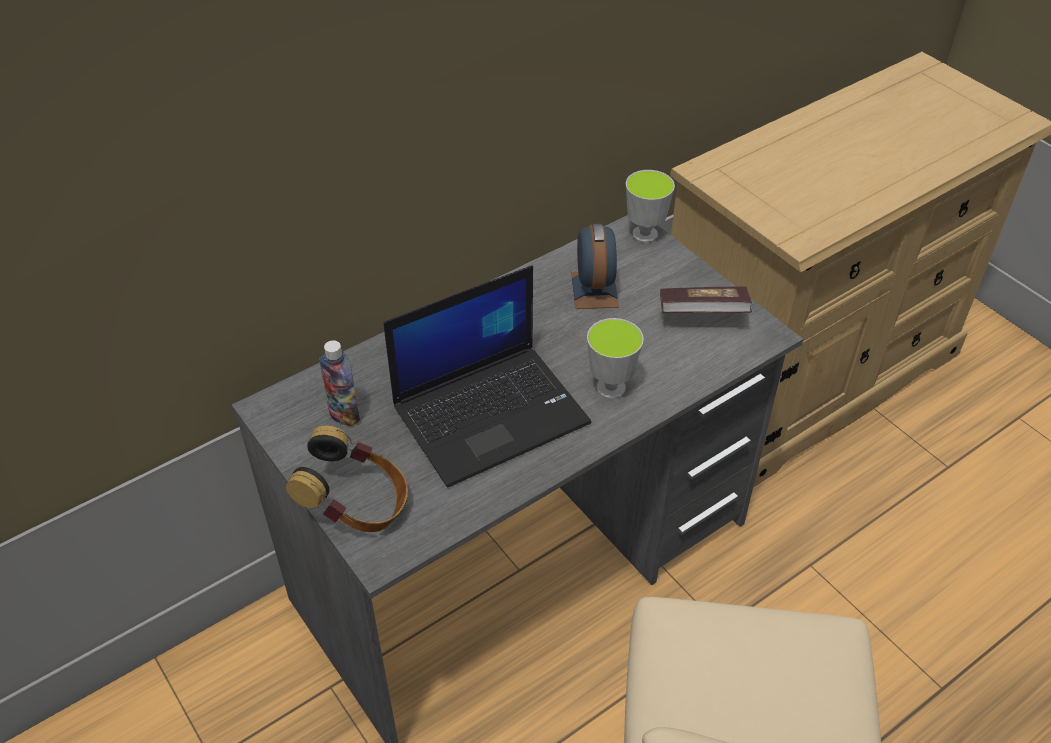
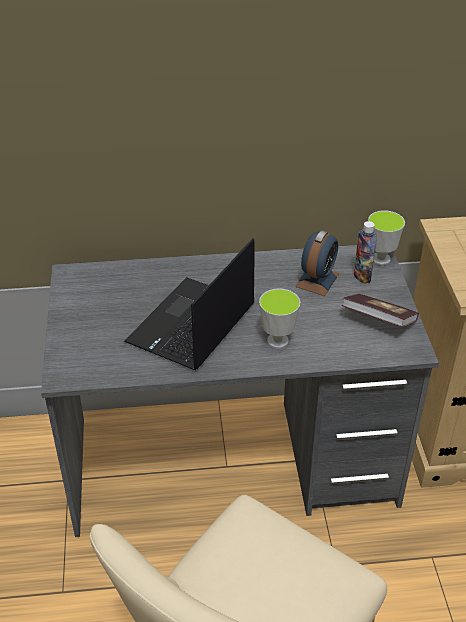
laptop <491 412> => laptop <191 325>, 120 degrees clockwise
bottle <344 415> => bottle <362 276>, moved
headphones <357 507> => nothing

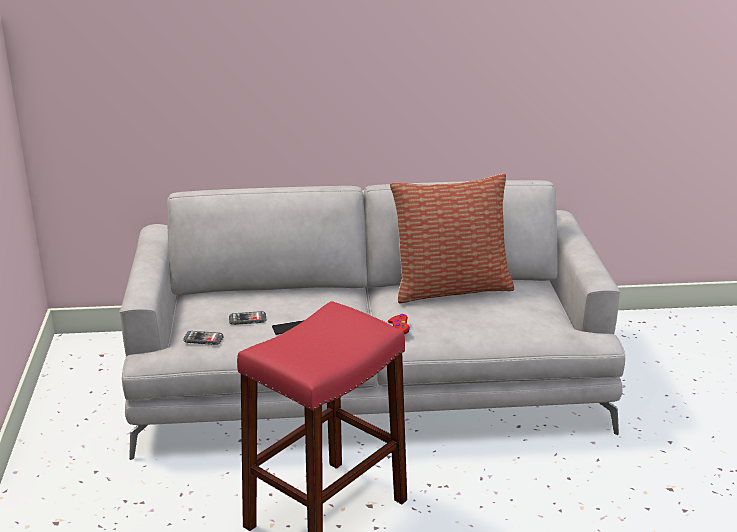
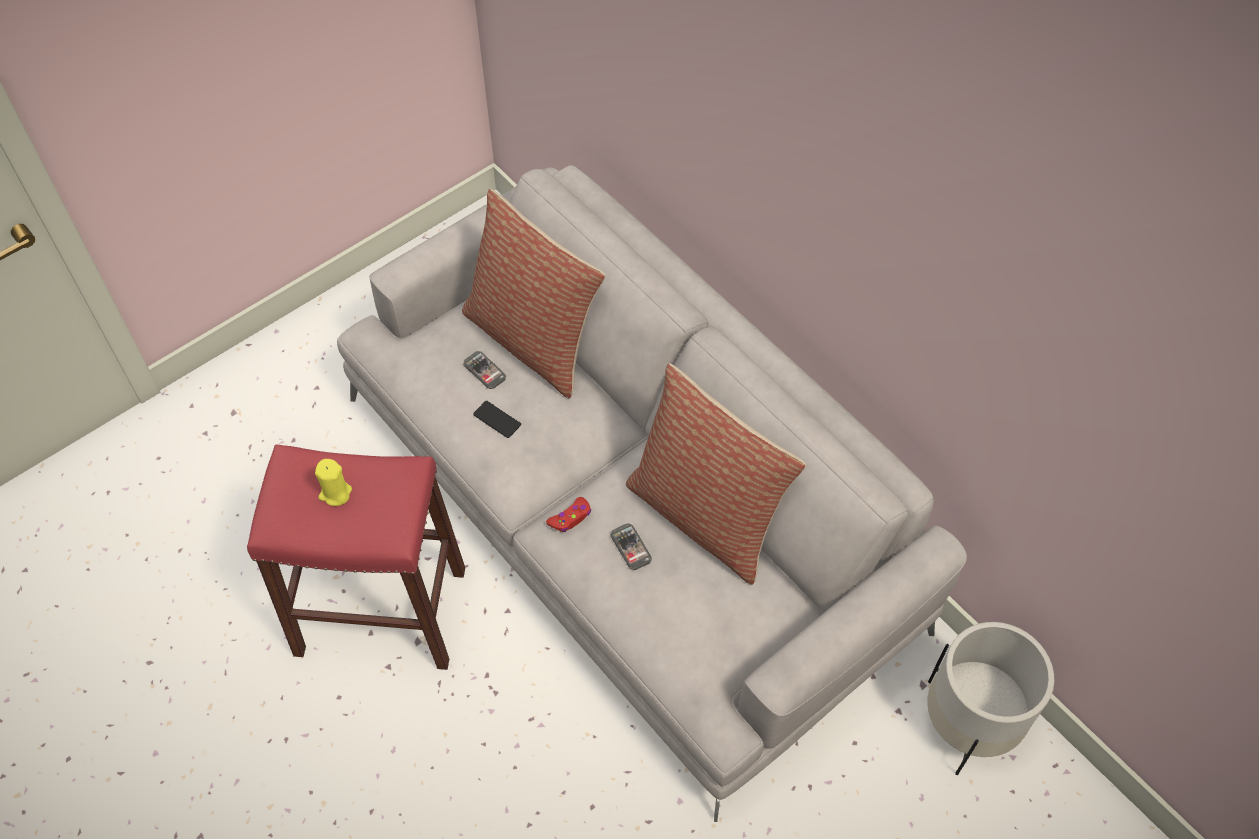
phone <203 339> => phone <631 547>, moved
nothing => pillow <533 339>
nothing => yellow_candle <335 493>
nothing => white_planter <969 722>

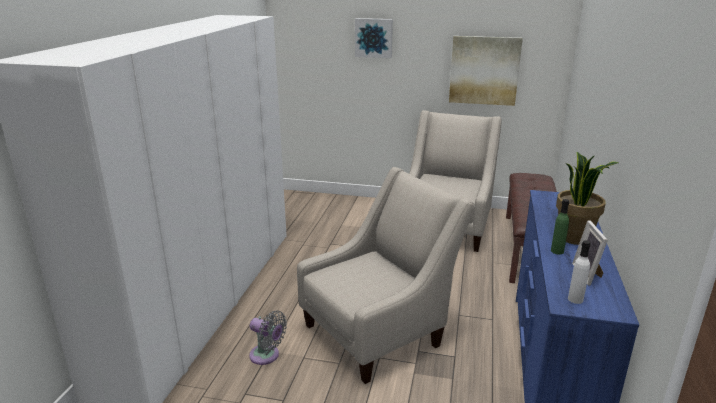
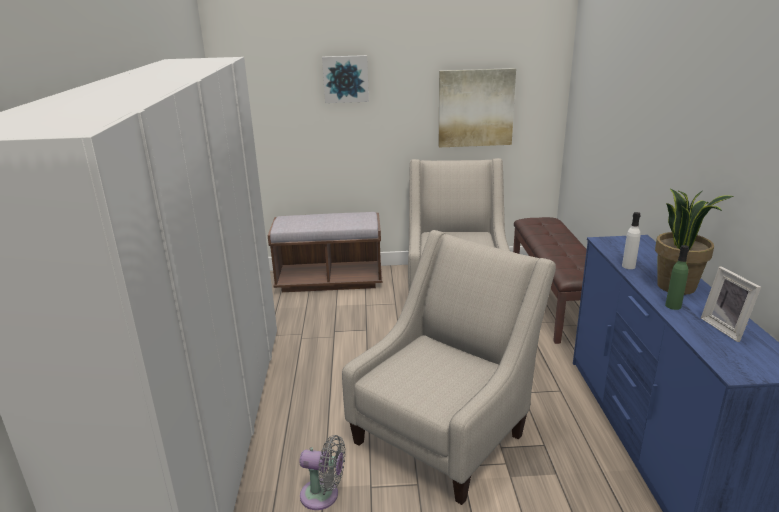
white_bottle <575 299> => white_bottle <628 266>, moved
nothing => brown_bench <329 280>

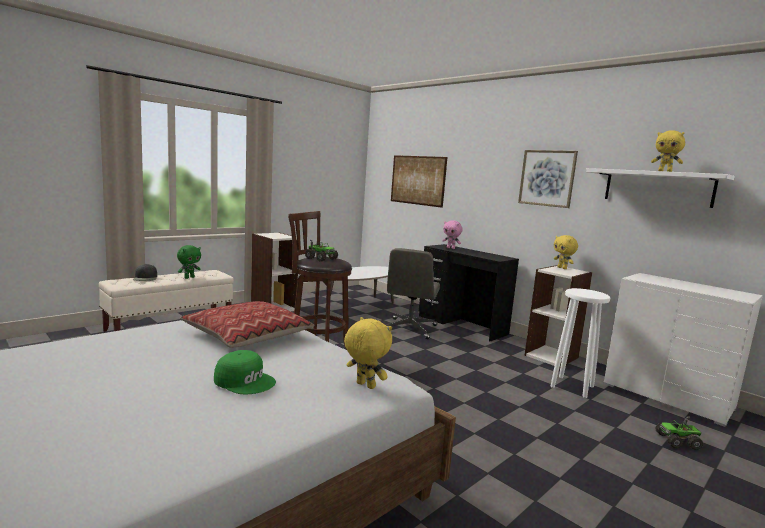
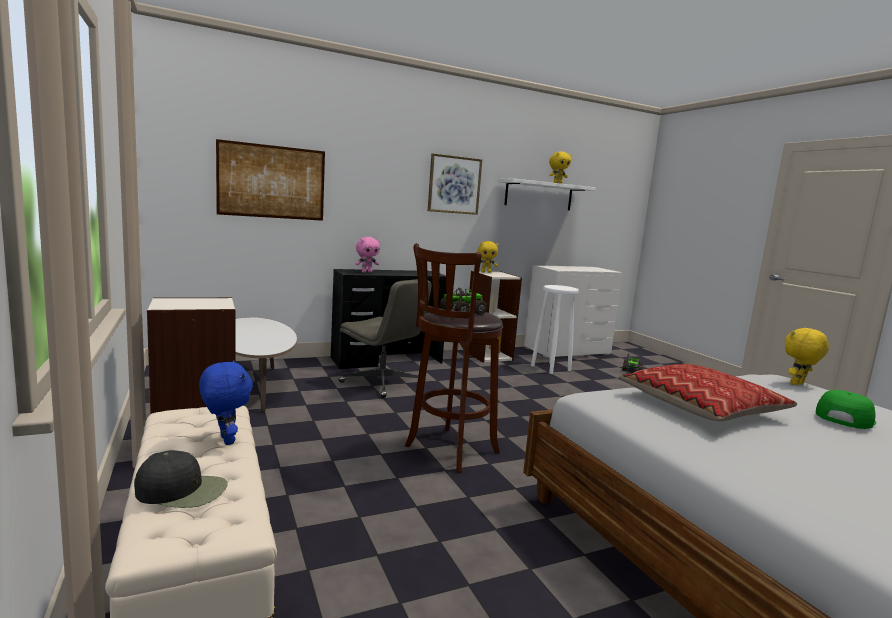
green_plush_toy <189 277> => blue_plush_toy <225 440>

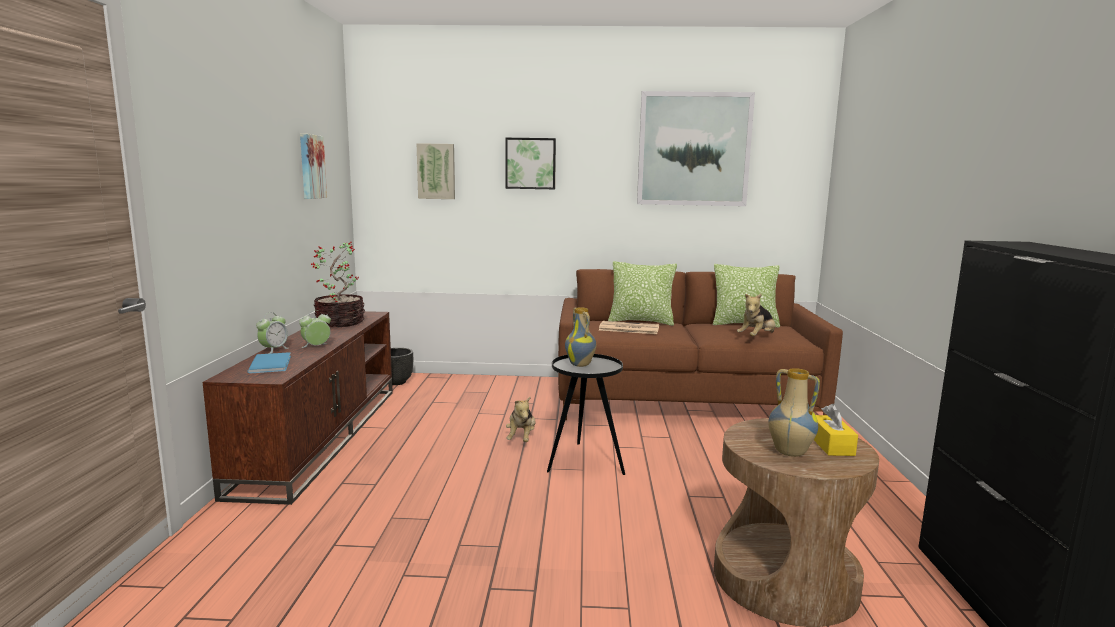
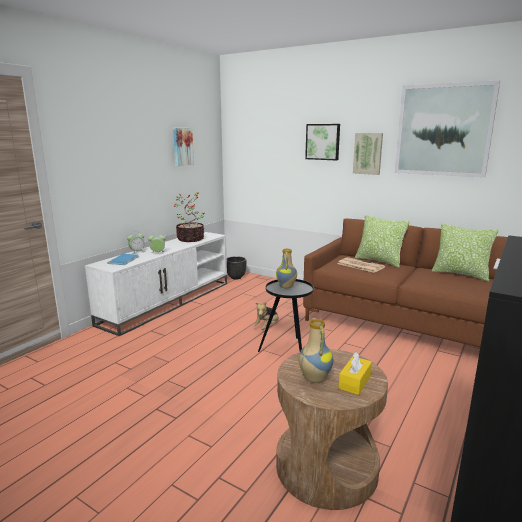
picture <436 171> => picture <368 153>, moved
plush_toy <757 337> => nothing
brown_tv_stand <321 435> => white_tv_stand <168 302>

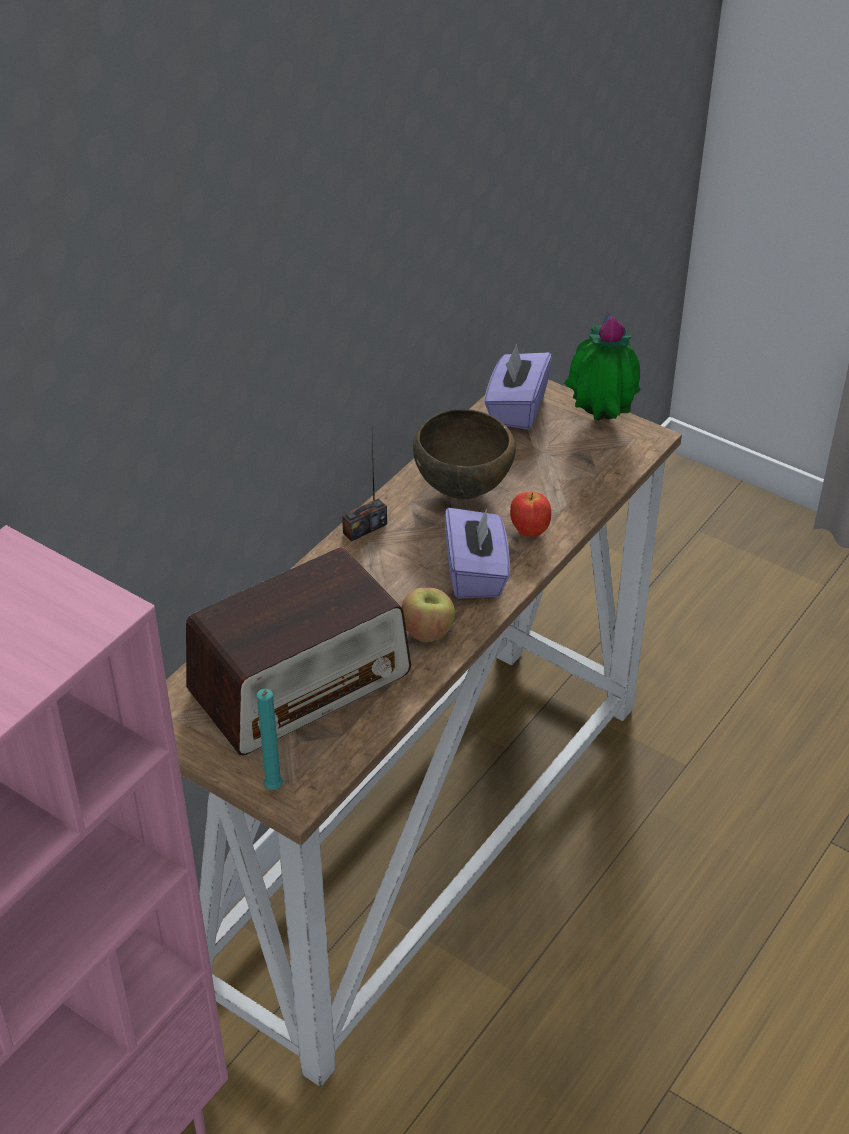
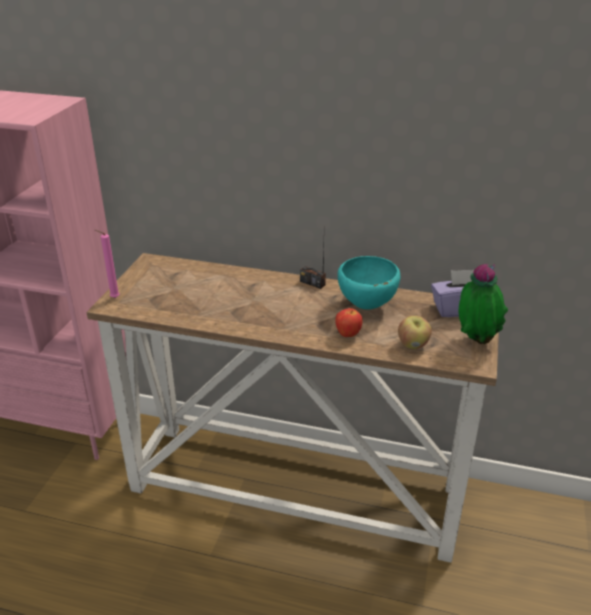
brown_bowl <464 491> => turquoise_bowl <367 306>
purple_tissue_box <476 573> => nothing
radio <301 682> => nothing
apple <428 632> => apple <413 345>, moved
turquoise_candle <273 790> => pink_candle <113 298>

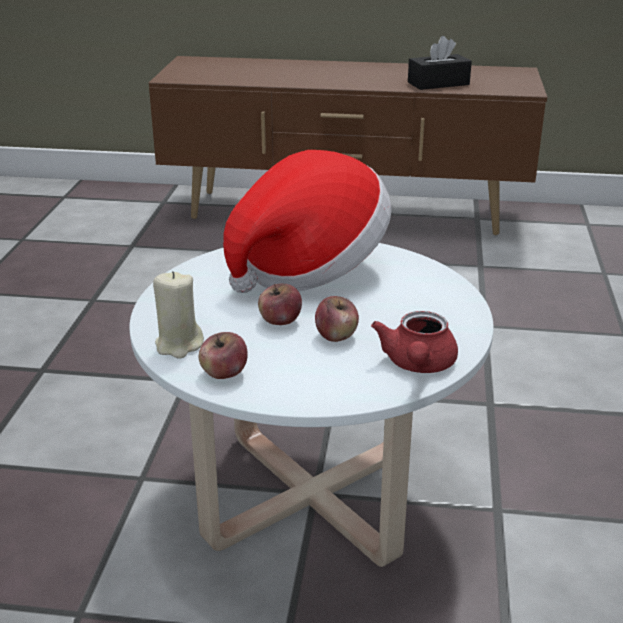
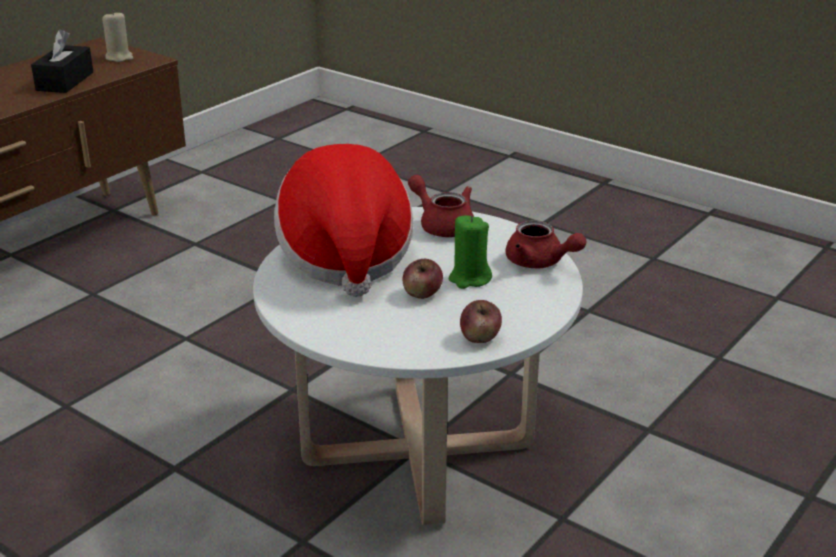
beige_candle <179 345> => beige_candle <119 57>, moved
apple <336 336> => green_candle <469 279>
nothing => red_teapot <442 225>

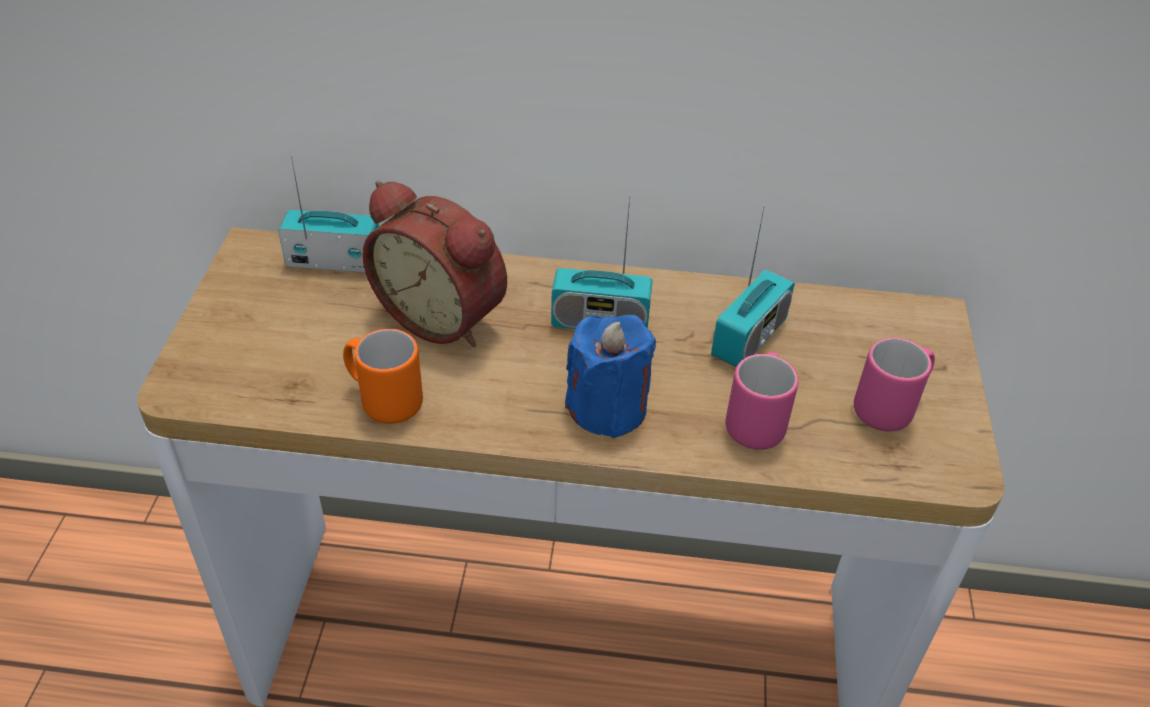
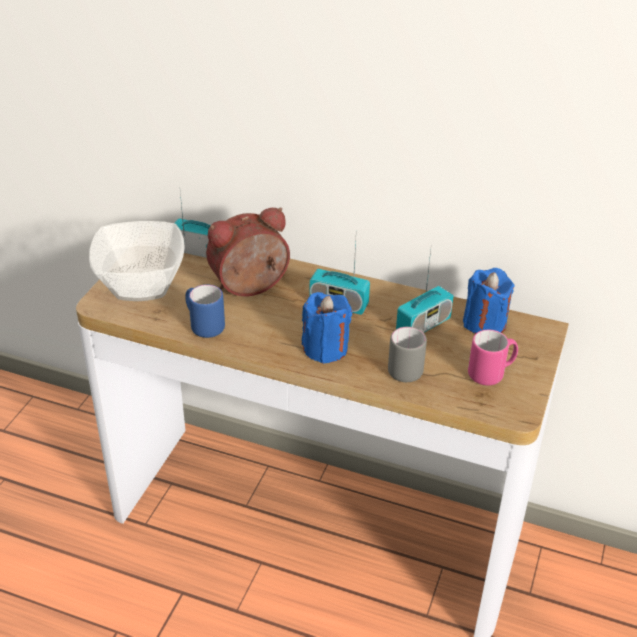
alarm_clock <444 315> => alarm_clock <251 288>, 105 degrees clockwise
orange_mug <383 400> => blue_mug <203 325>
pink_mug <757 421> => grey_mug <408 368>
nothing => bowl <140 285>
nothing => blue_candle <484 323>

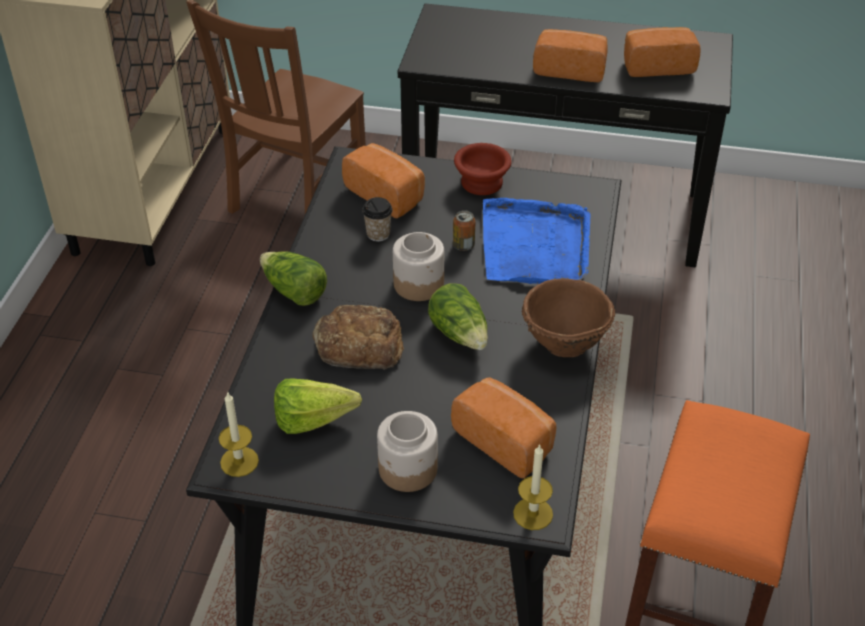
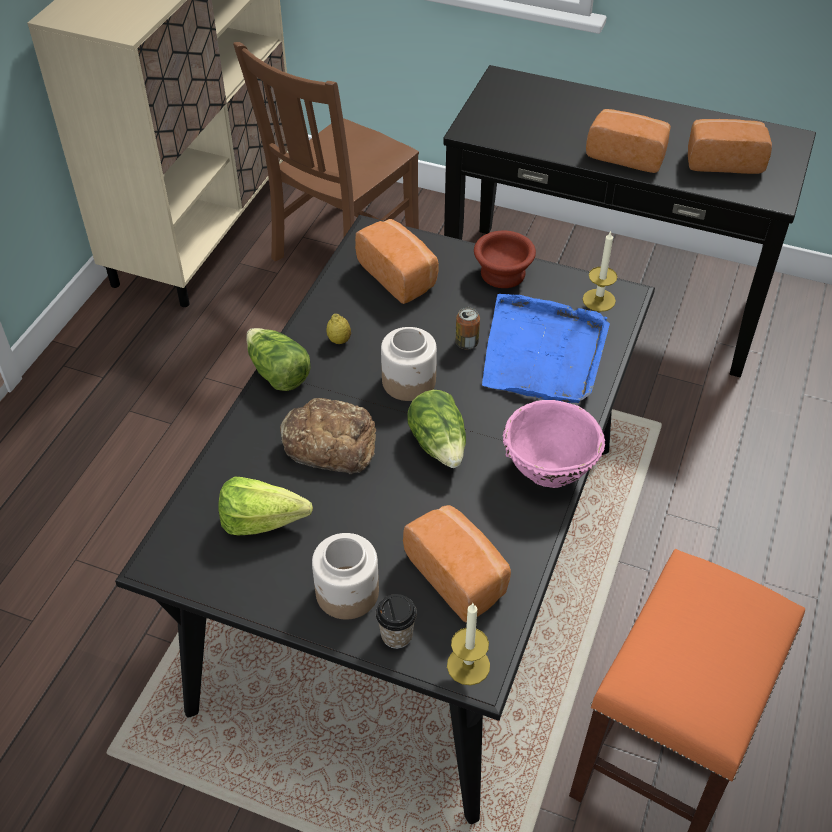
cup <378 234> => cup <396 635>, moved
brown_bowl <564 342> => pink_bowl <548 469>
candle <239 461> => candle <599 300>, moved
nothing => lemon <339 340>

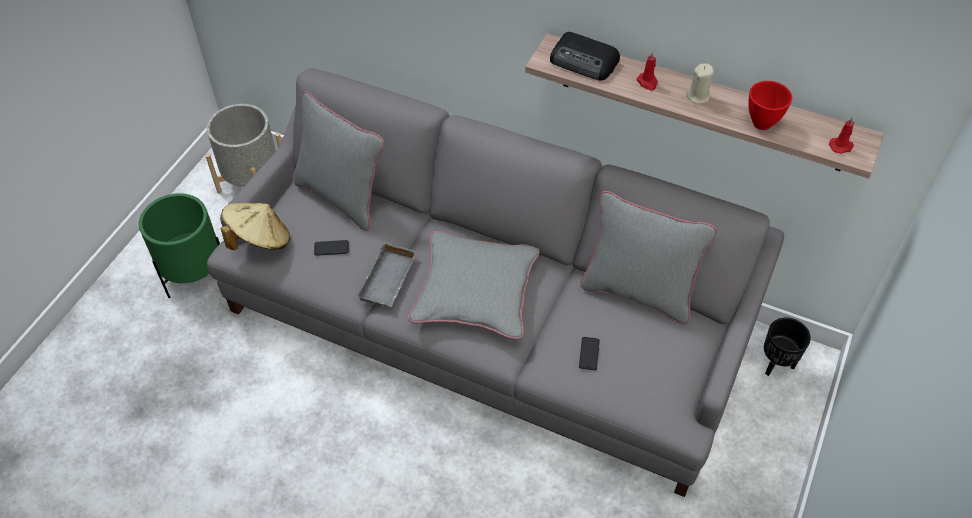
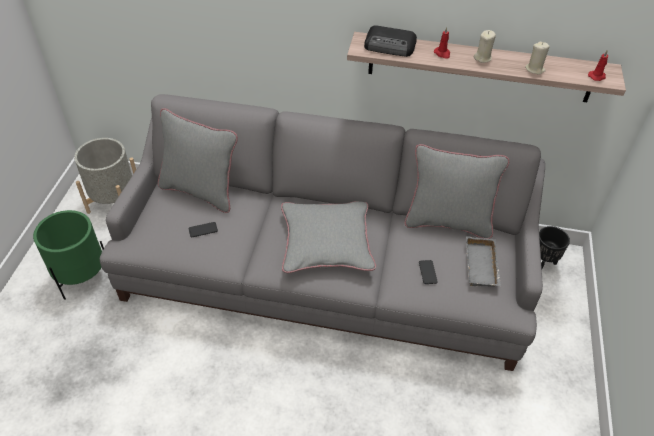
red_bowl <761 123> => beige_candle <535 69>
beige_hat <260 240> => nothing
grey_tray <389 280> => grey_tray <483 266>, moved

